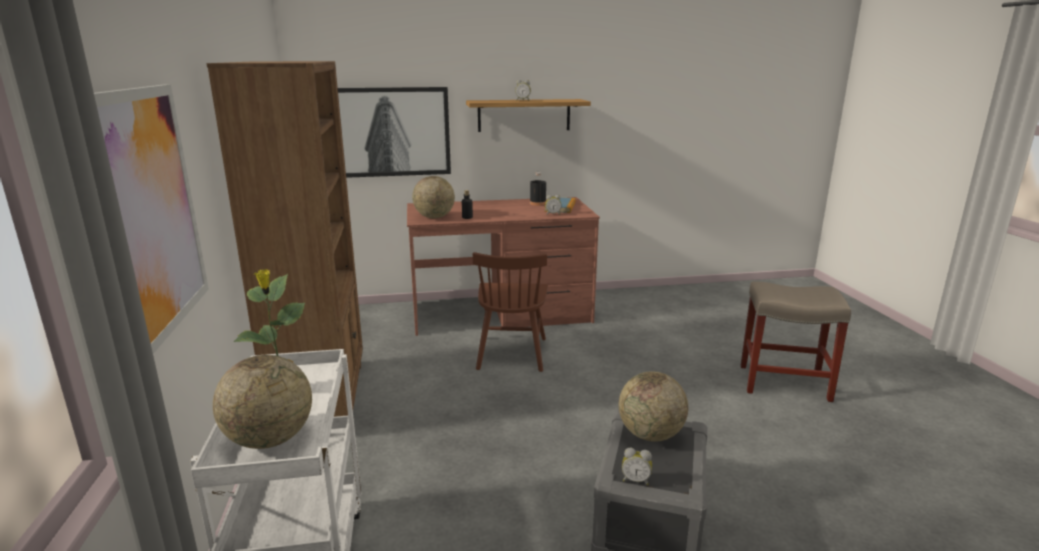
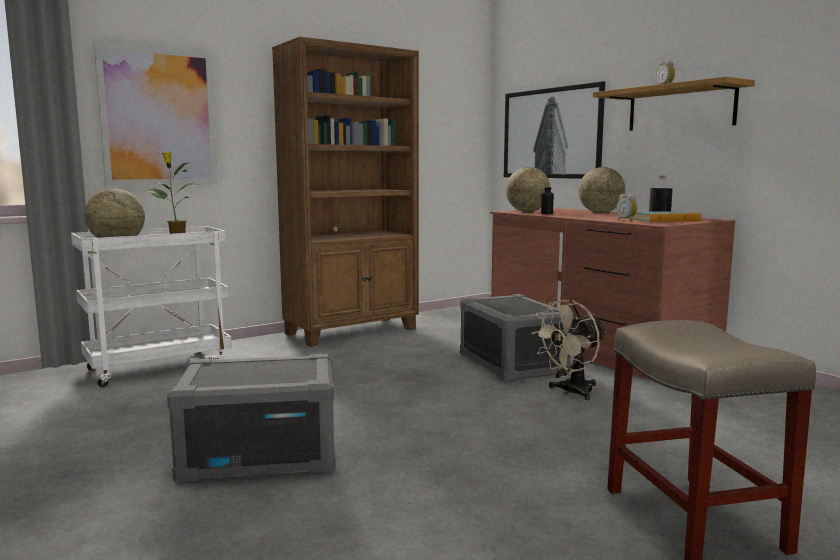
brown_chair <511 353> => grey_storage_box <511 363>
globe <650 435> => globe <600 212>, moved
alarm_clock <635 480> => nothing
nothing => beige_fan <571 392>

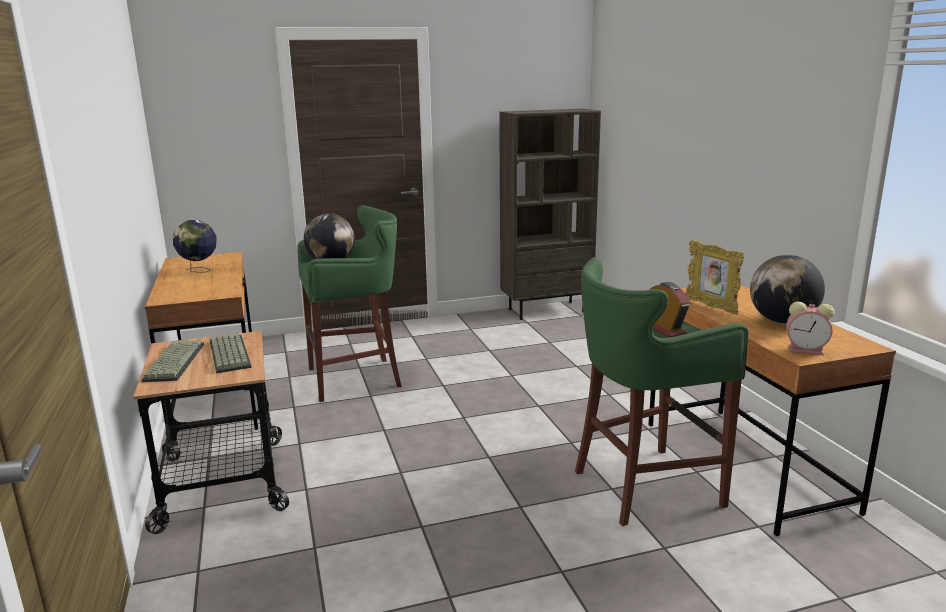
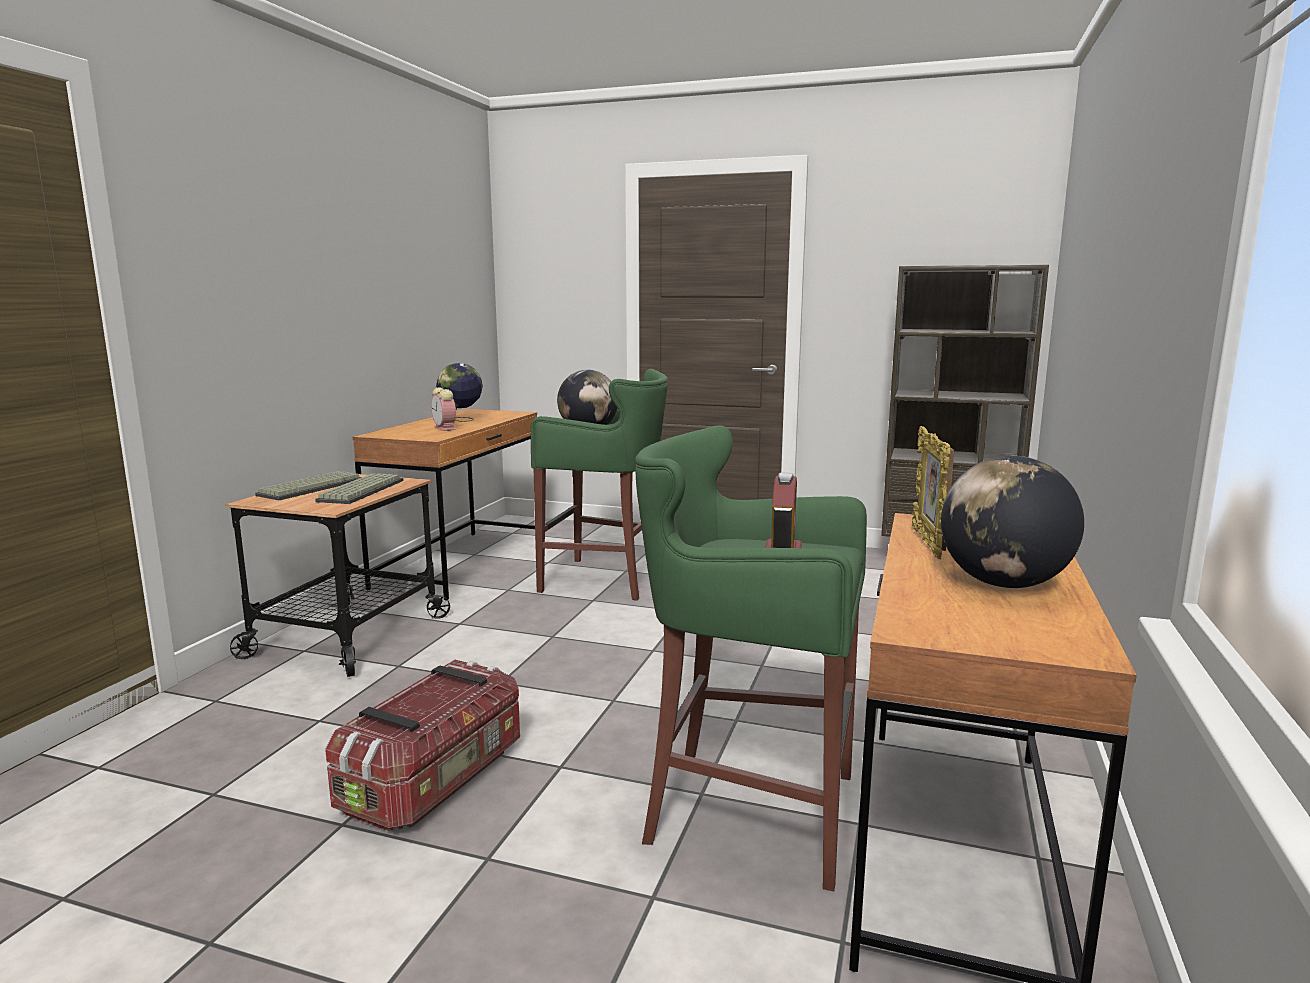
alarm_clock <807 350> => alarm_clock <445 428>, moved
nothing => storage_box <437 779>

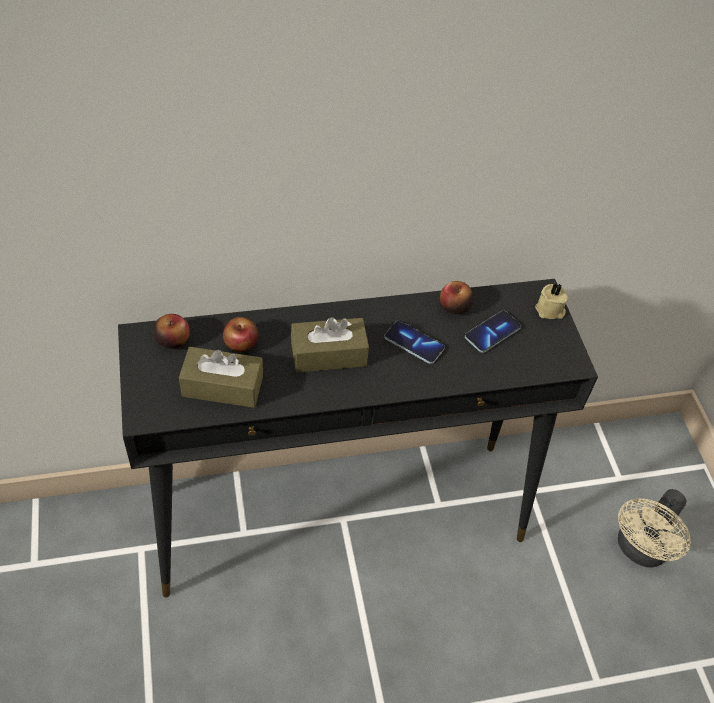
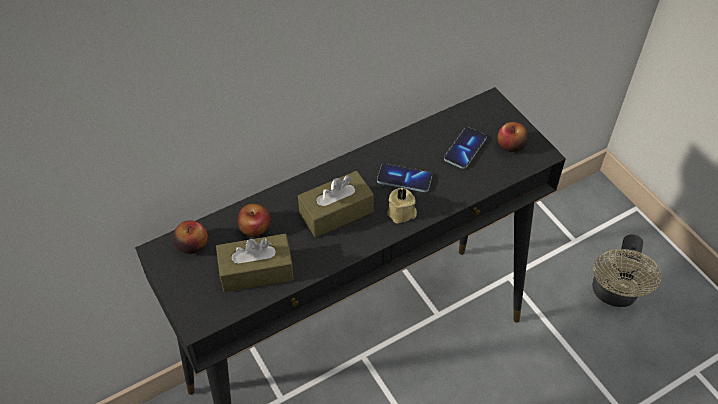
apple <454 306> => apple <511 145>, moved
beige_candle <550 310> => beige_candle <402 213>, moved

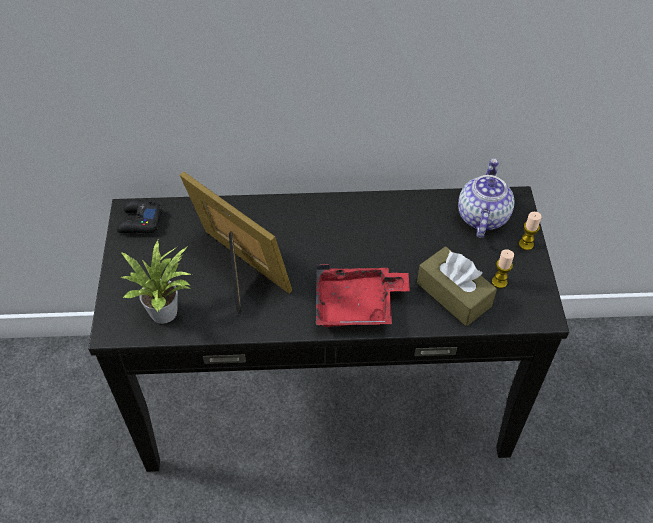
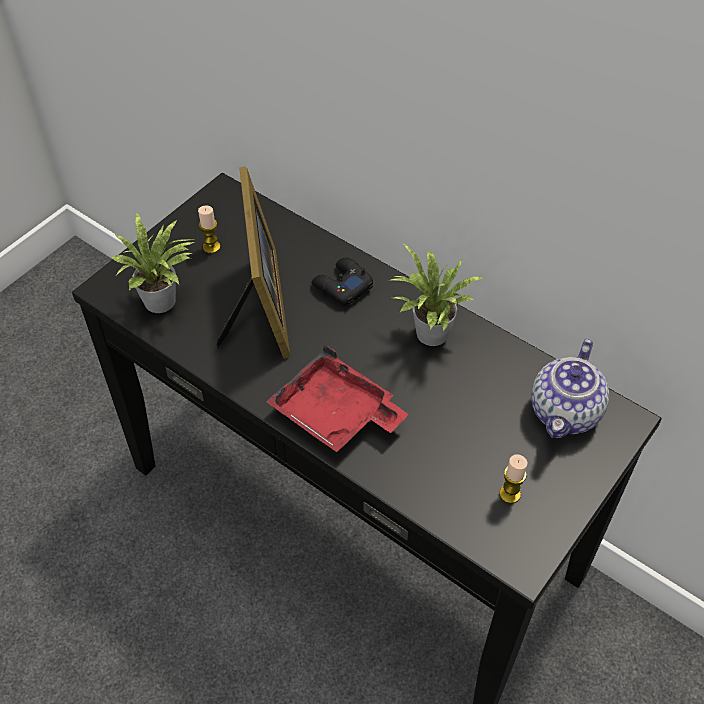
teapot <481 216> => teapot <565 413>, 150 degrees clockwise
black_game_controller <139 222> => black_game_controller <342 286>, moved
candle <526 244> => candle <211 247>, moved
brown_tissue_box <453 294> => nothing
nothing => potted_plant <429 336>

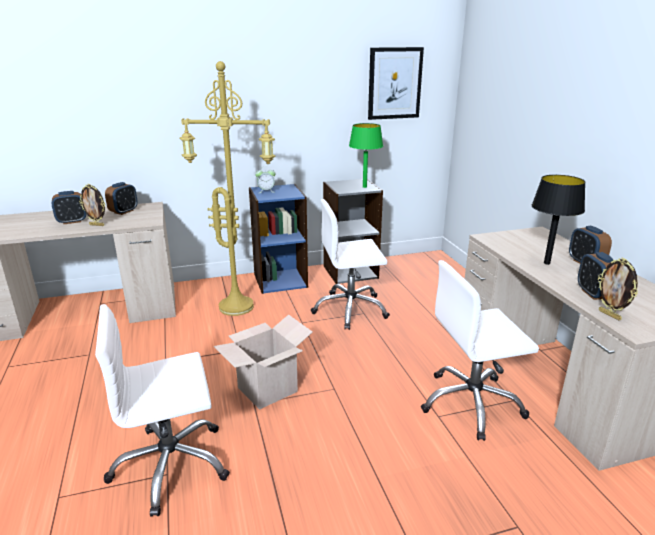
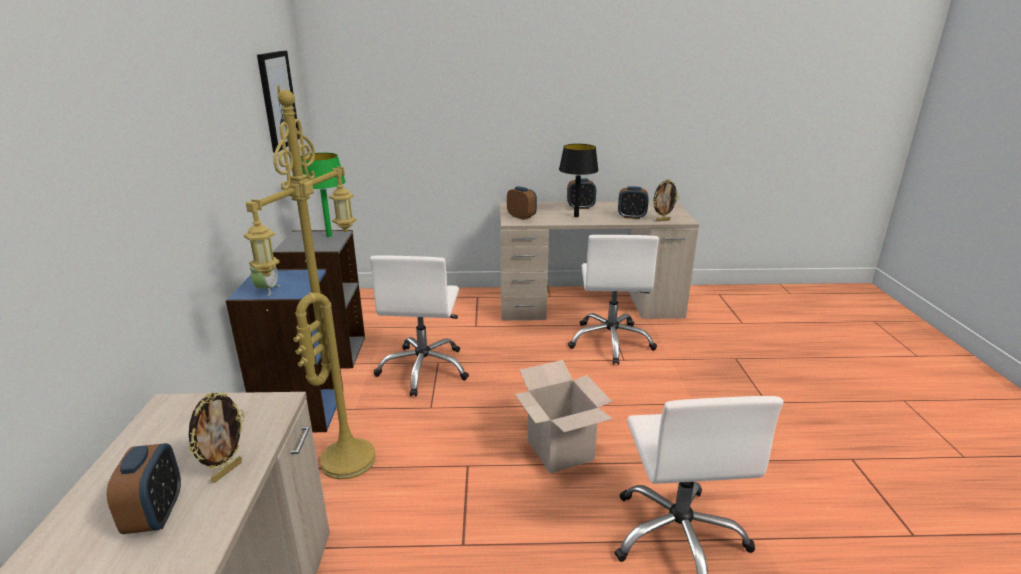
alarm_clock <124 211> => alarm_clock <521 217>, moved

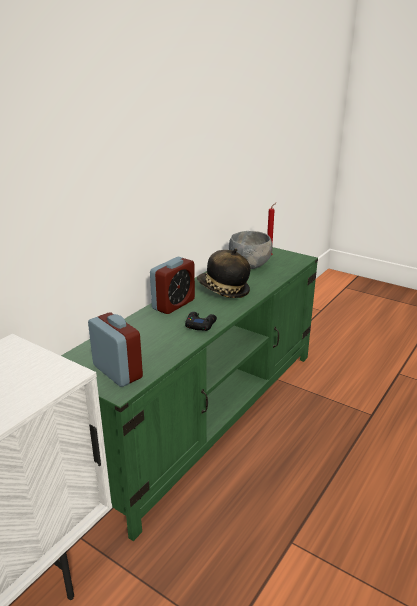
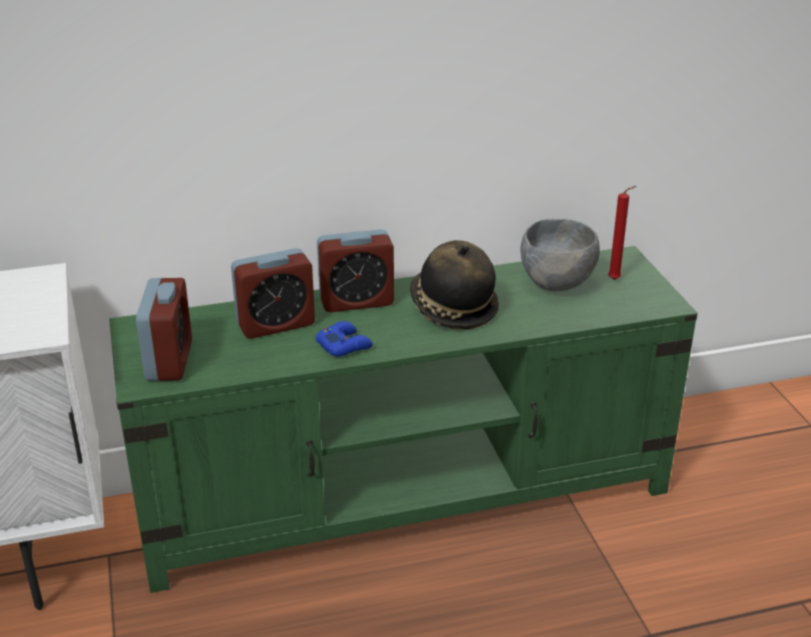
black_game_controller <200 324> => blue_game_controller <344 345>
nothing => alarm_clock <275 324>

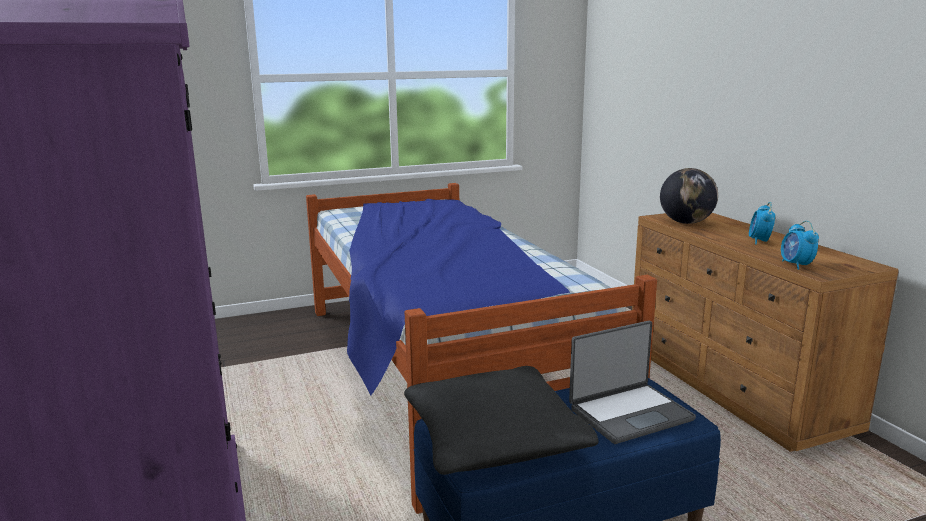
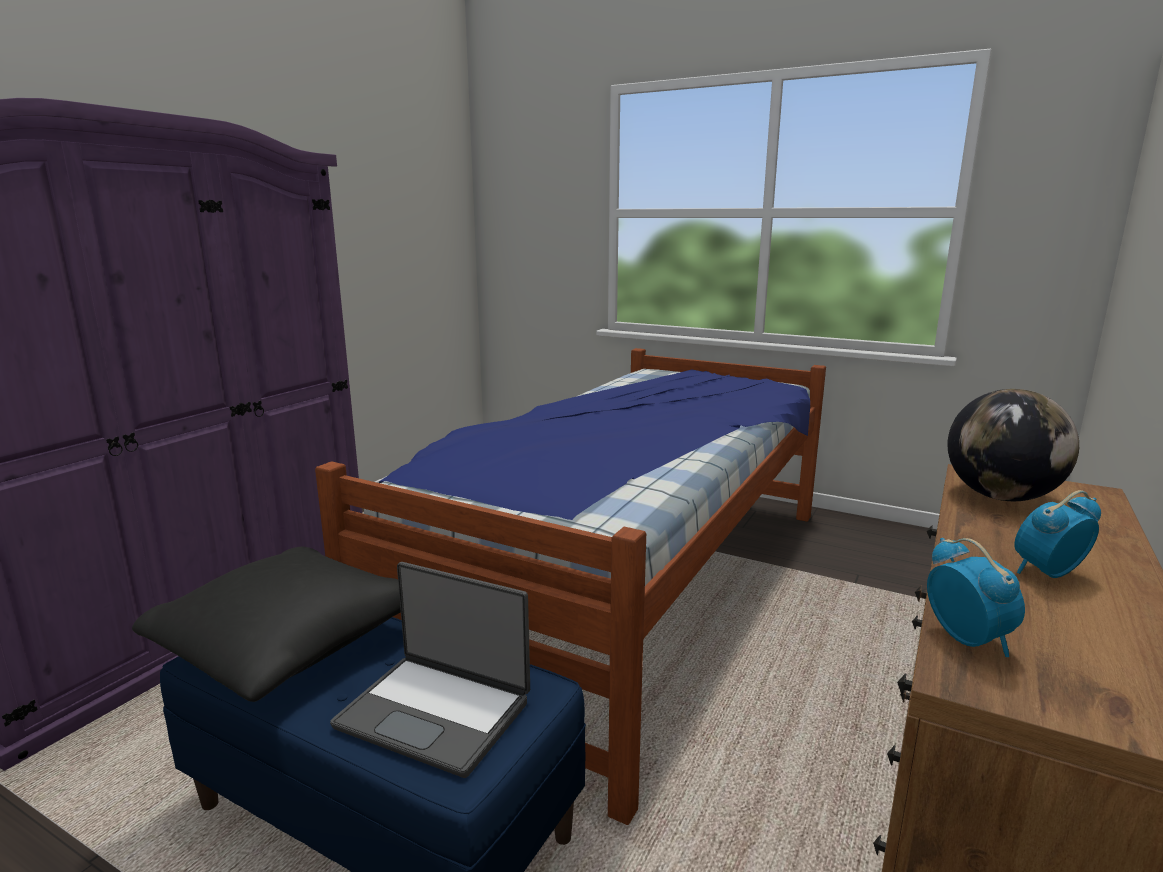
alarm_clock <796 265> => alarm_clock <967 639>, 120 degrees clockwise

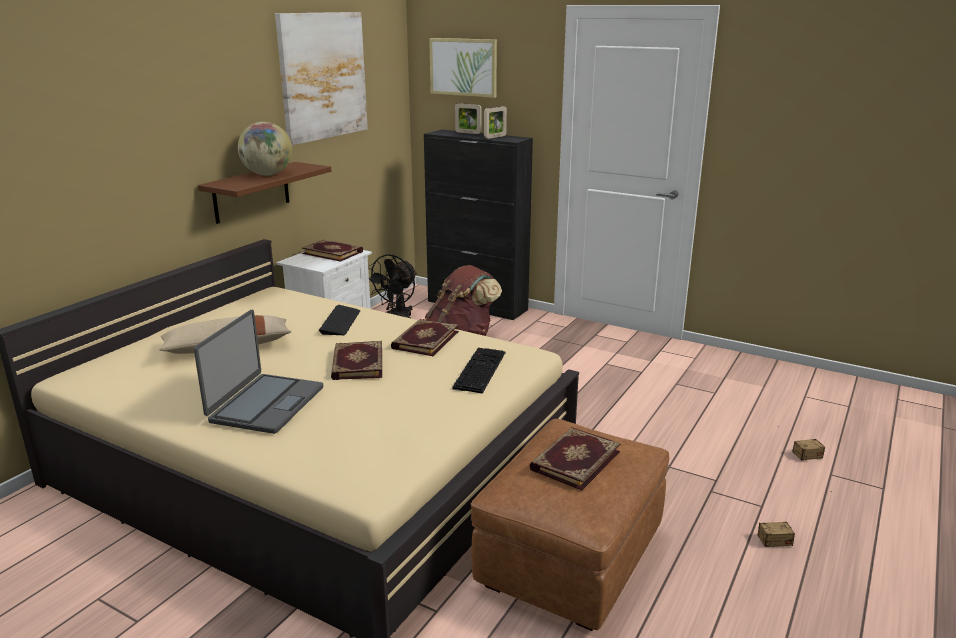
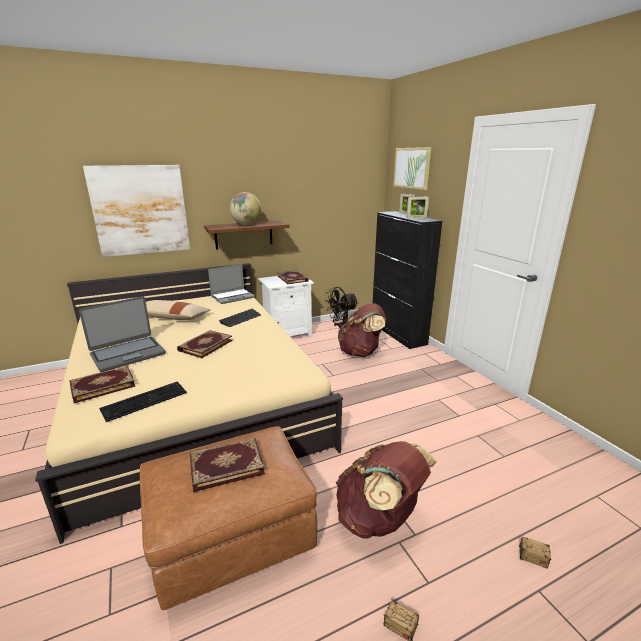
picture <323 76> => picture <140 210>, moved
book <424 340> => book <103 385>, moved
keyboard <479 369> => keyboard <145 400>, moved
nothing => laptop <233 297>
nothing => brown_backpack <379 518>

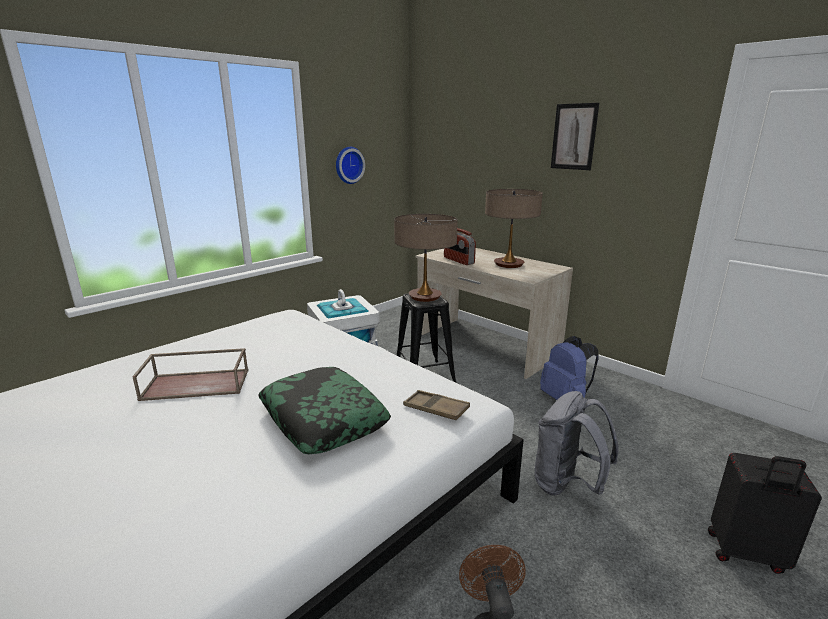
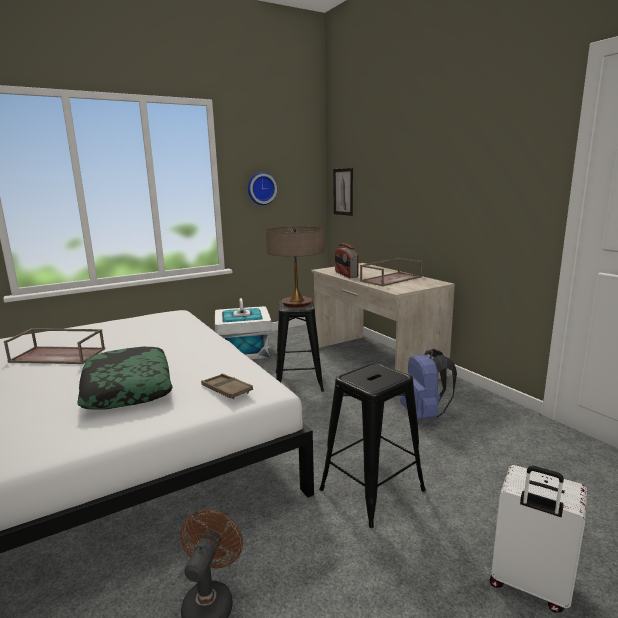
picture <574 137> => picture <343 192>, moved
table_lamp <508 264> => brown_tray <391 279>
grey_backpack <567 485> => black_stool <372 489>
black_suitcase <746 554> => white_suitcase <529 586>

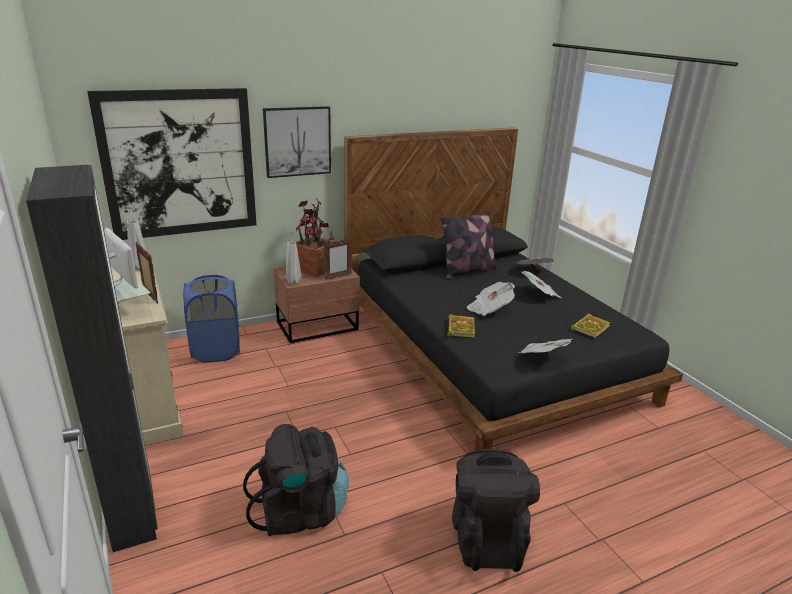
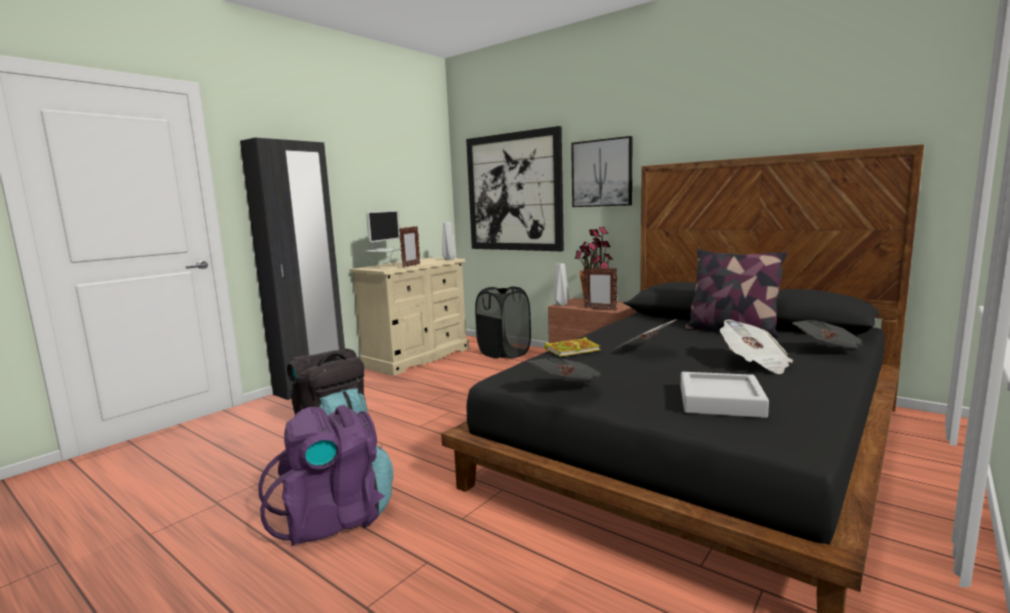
blue_laundry_basket <216 350> => black_laundry_basket <504 353>
book <590 327> => grey_tray <720 401>
black_backpack <487 538> => purple_backpack <335 518>

